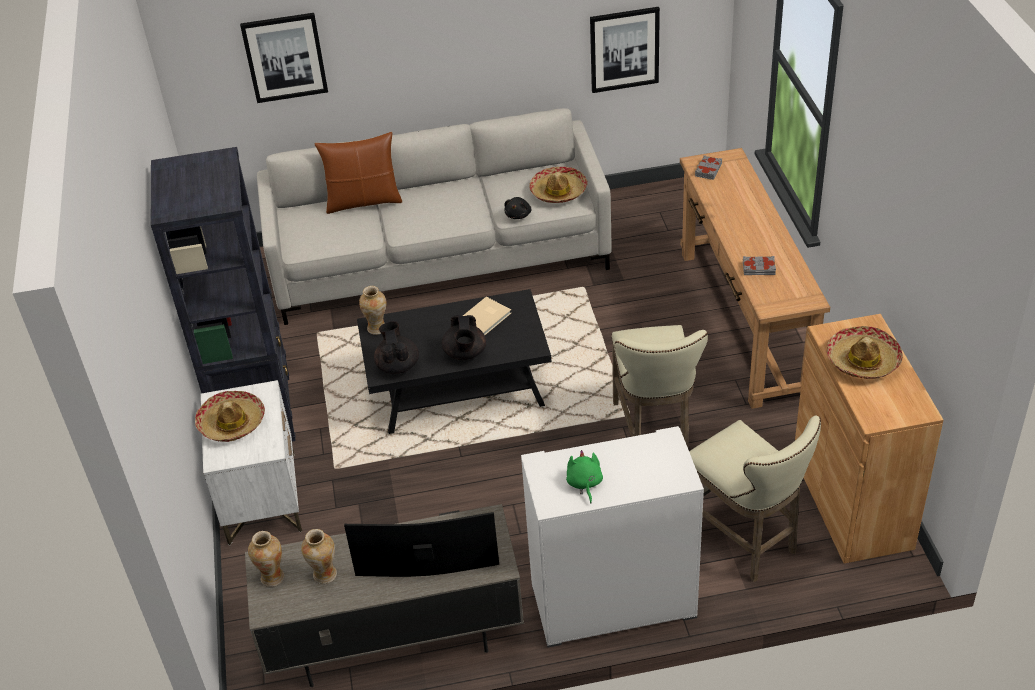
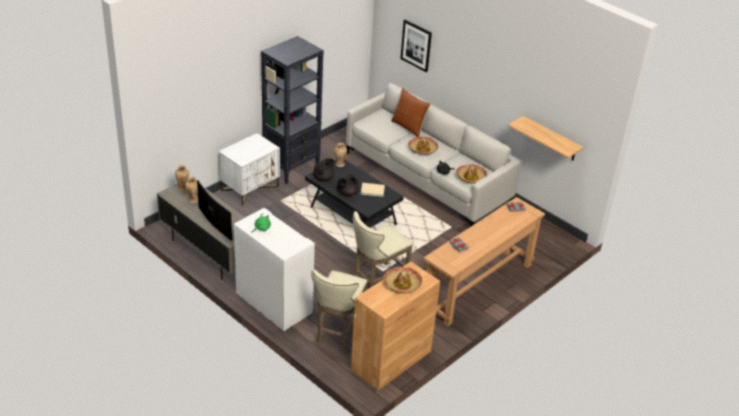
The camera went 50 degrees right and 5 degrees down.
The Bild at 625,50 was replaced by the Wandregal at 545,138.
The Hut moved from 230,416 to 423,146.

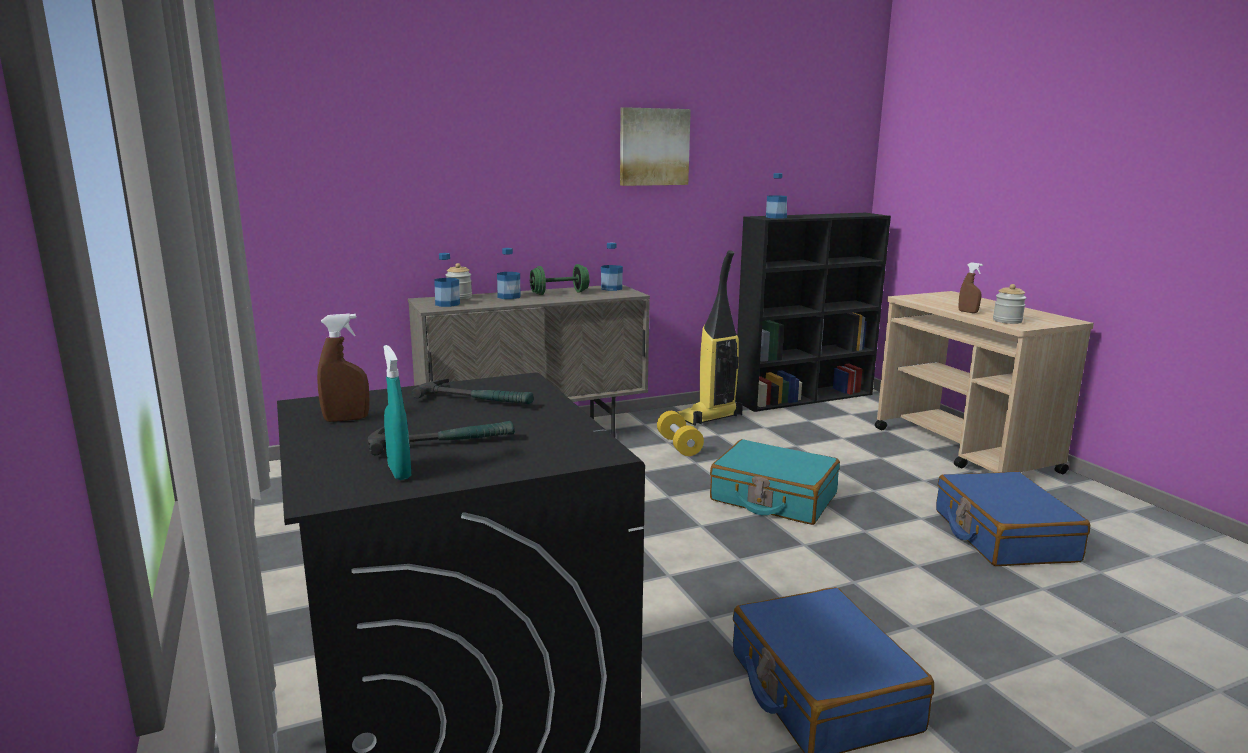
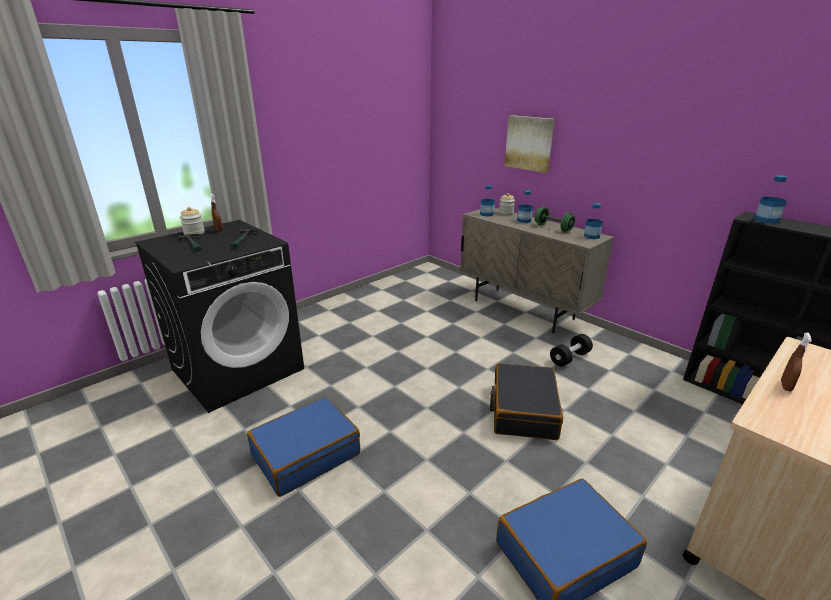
The camera went 70 degrees right and 10 degrees up.
The Bild moved from 655,146 to 530,144.
The Staubsauger at 710,338 disappeared.
The Vorratsglas moved from 1009,304 to 192,221.
The Sprühflasche [türkis] at 397,412 disappeared.
The Hantel [gelb] at 680,433 became the Hantel [schwarz] at 571,350.
The Koffer [türkis] at 775,482 became the Koffer [schwarz] at 526,401.

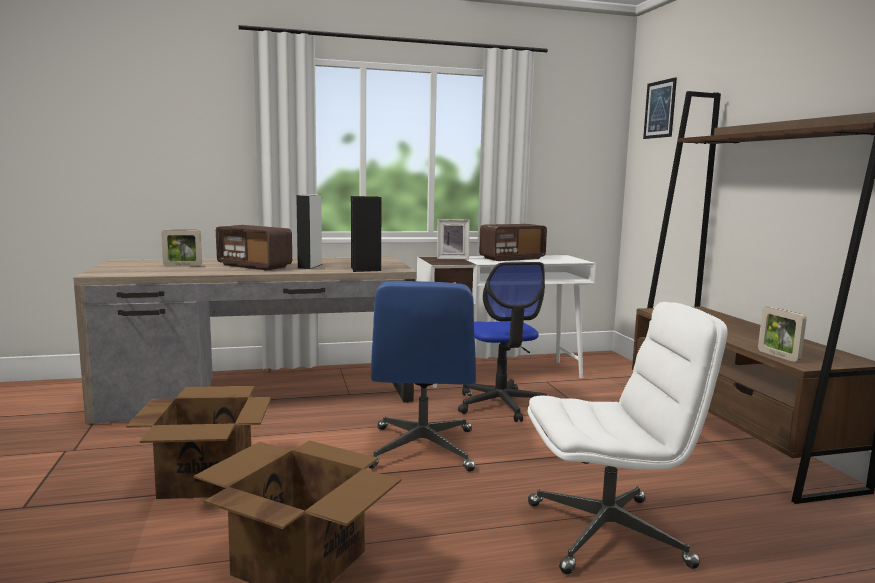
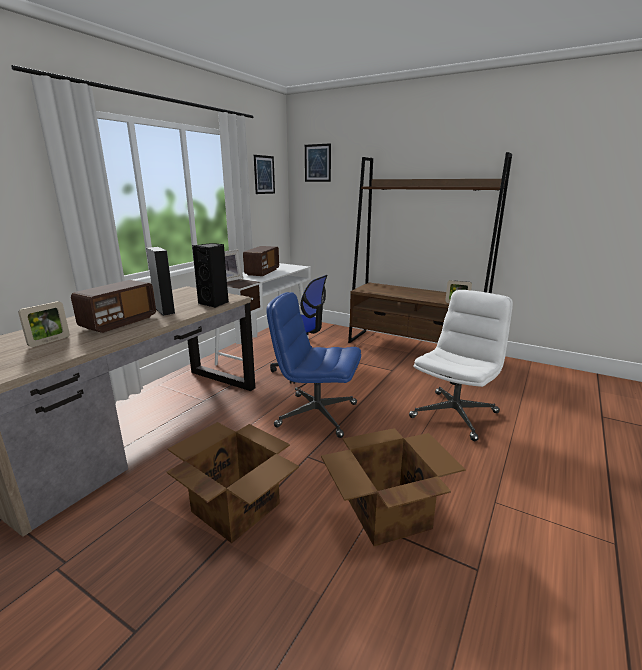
The camera went 45 degrees left and 10 degrees up.
The Radio at 254,247 turned 45 degrees counterclockwise.
The Bürostuhl [blau] at 422,376 turned 150 degrees clockwise.
The Bild at 264,174 appeared.

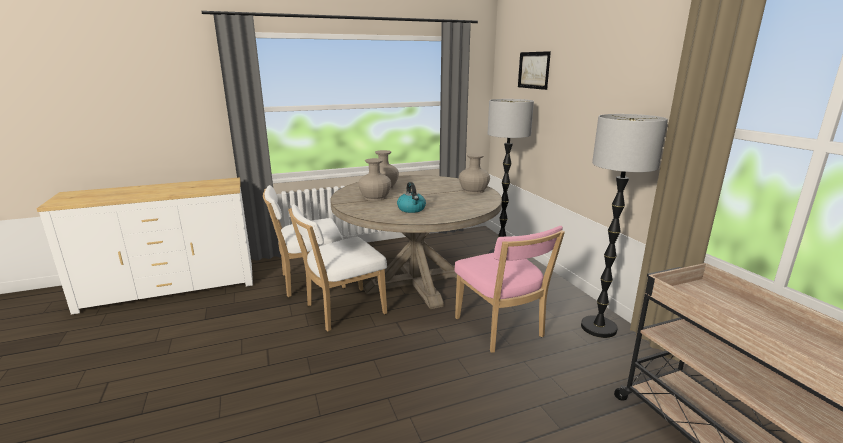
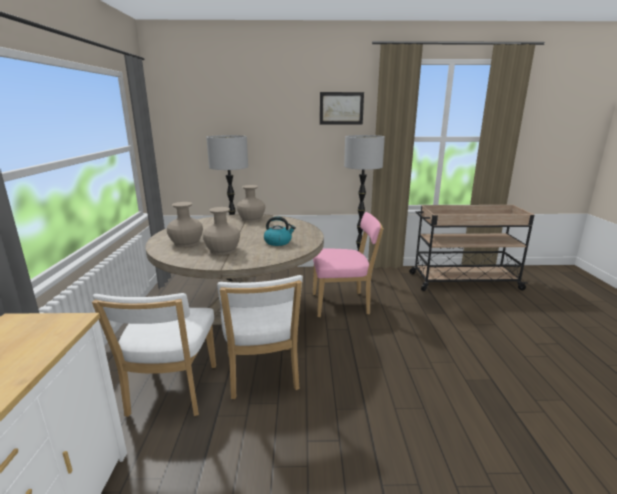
The camera went 70 degrees left and 0 degrees up.
The Bild moved from 534,70 to 342,108.

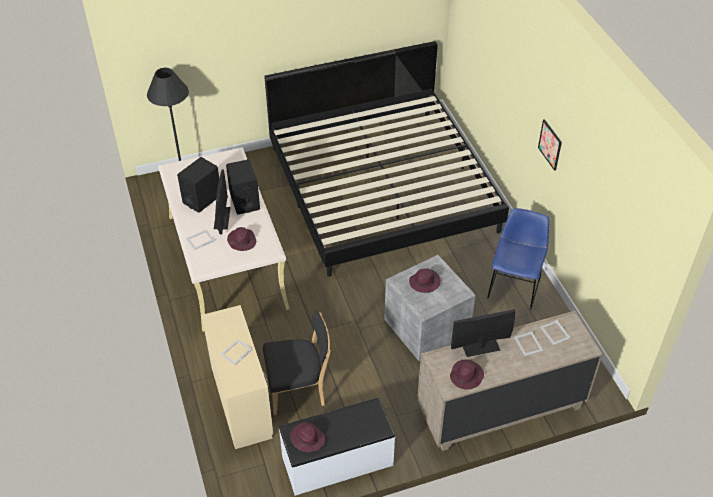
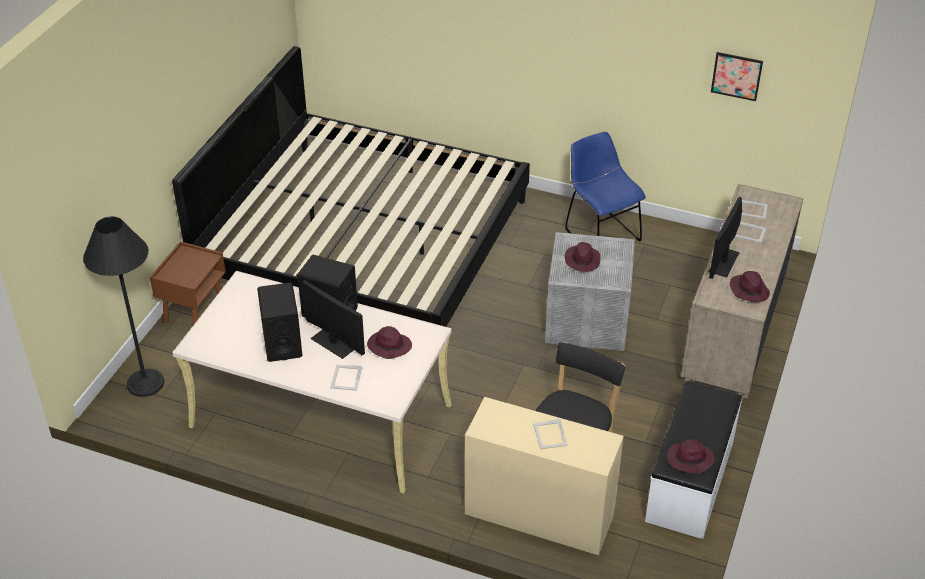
The camera went 50 degrees left and 5 degrees down.
The Bild moved from 550,145 to 737,76.
The Nachttisch [braun] at 188,283 appeared.

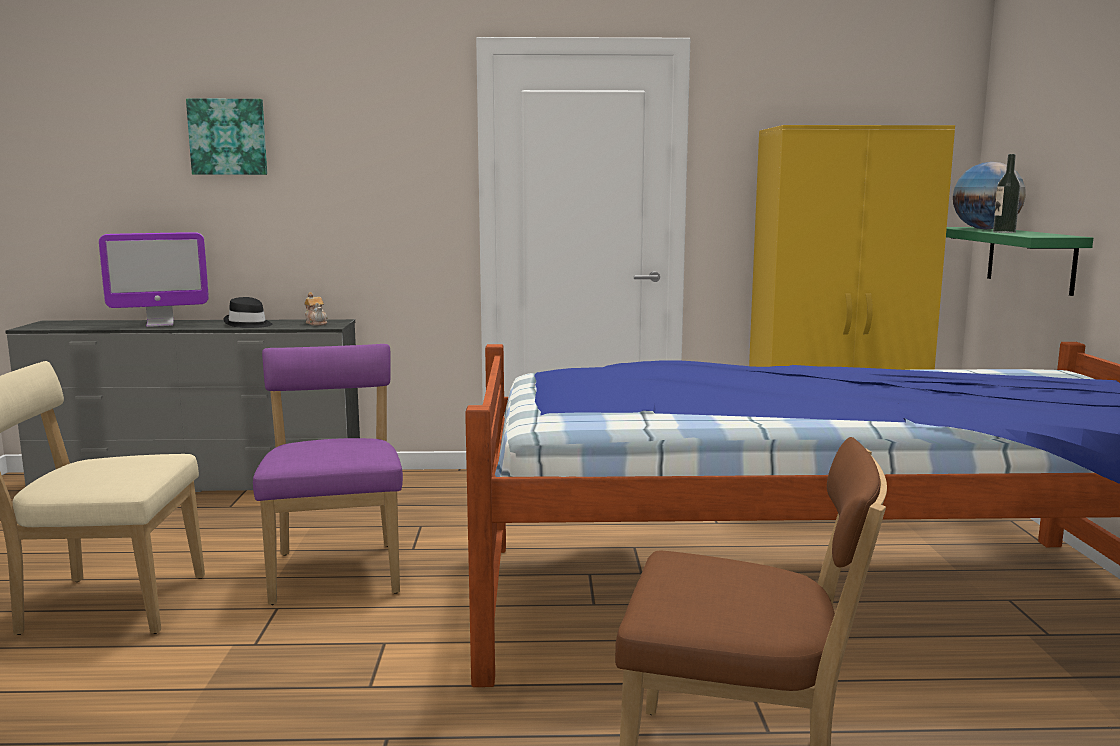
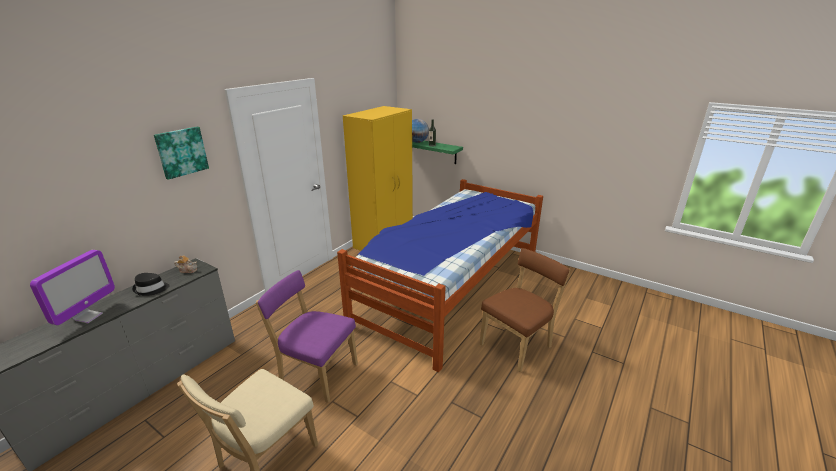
The camera went 55 degrees left and 15 degrees up.
The Bild moved from 226,137 to 181,153.

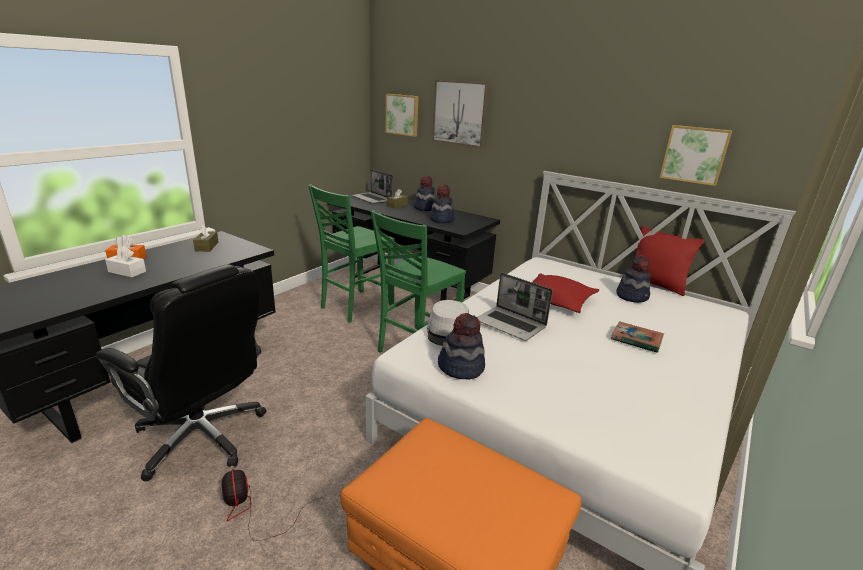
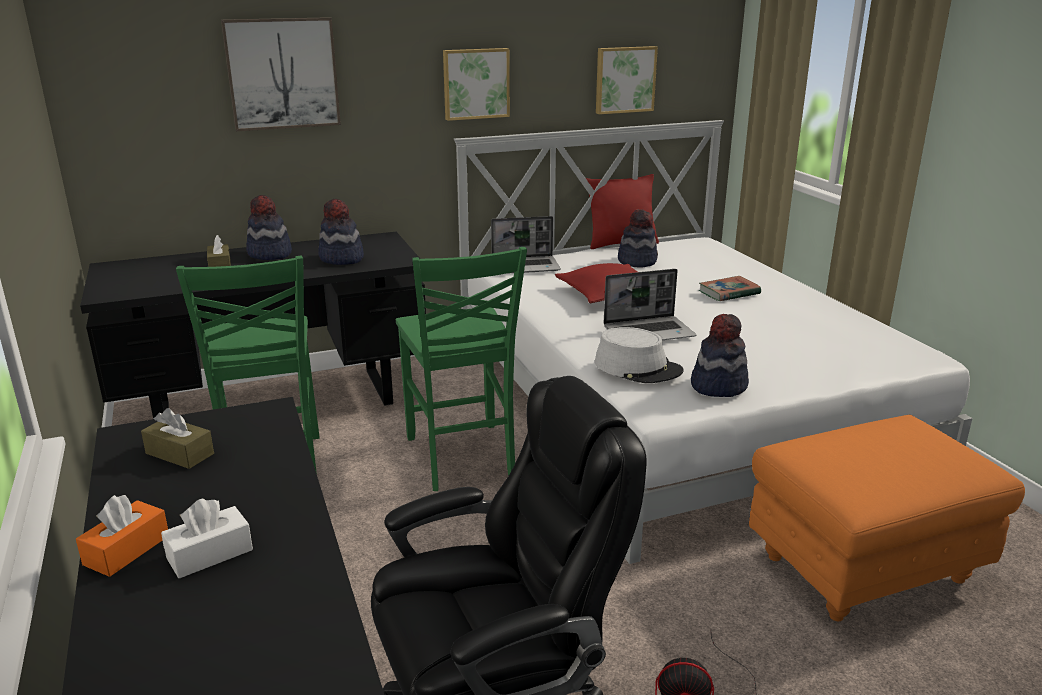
The camera went 55 degrees left and 0 degrees up.
The Bild moved from 402,115 to 476,84.
The Laptop moved from 372,186 to 526,245.

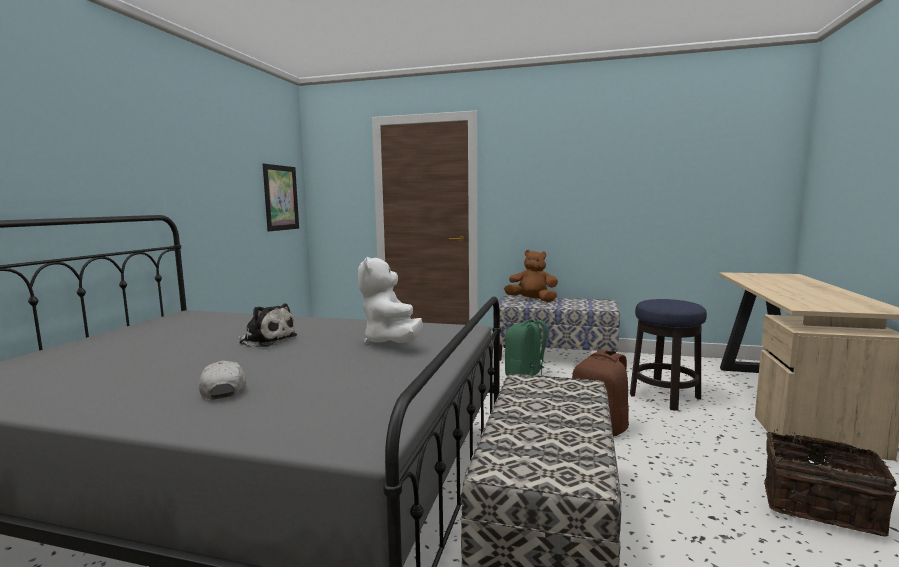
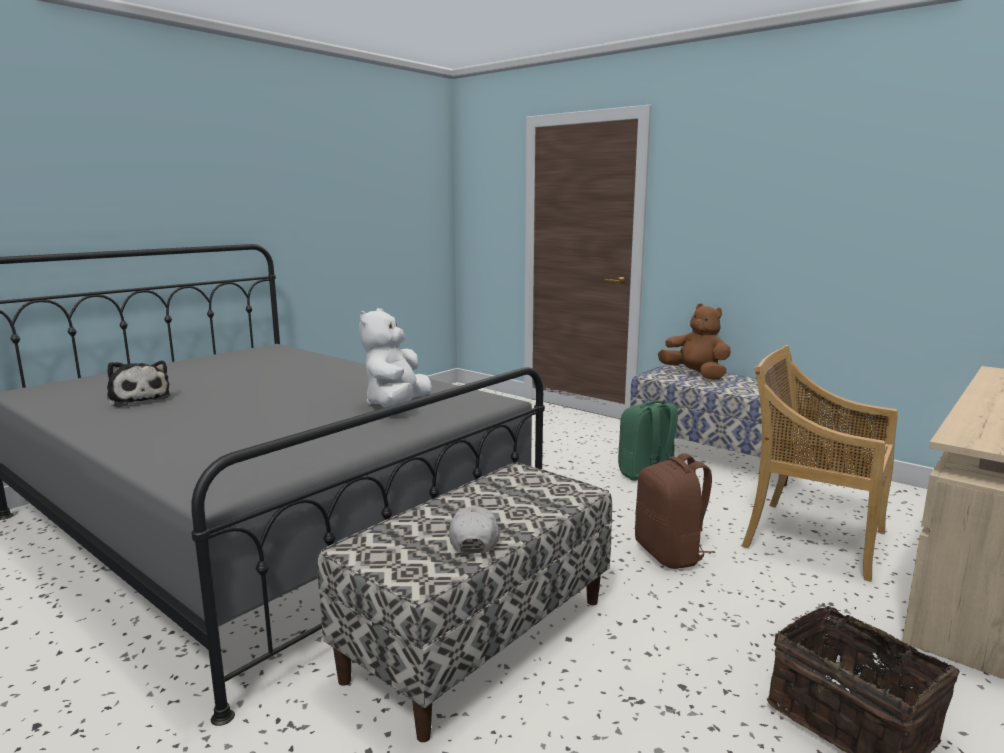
The camera went 25 degrees right and 5 degrees up.
The Bild at 281,198 disappeared.
The Hocker at 668,355 was replaced by the Stuhl [beige] at 820,463.
The Plüschtier moved from 266,325 to 139,383.
The Kappe [weiß] moved from 223,380 to 474,530.

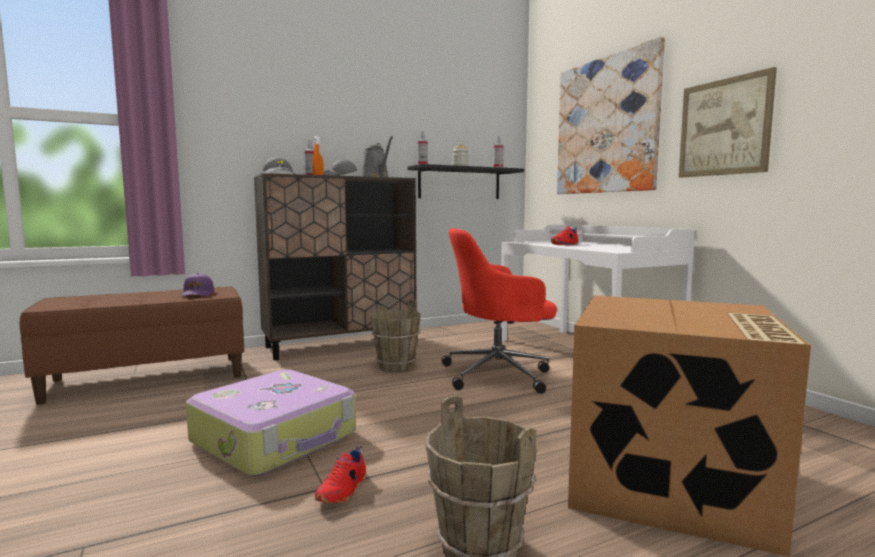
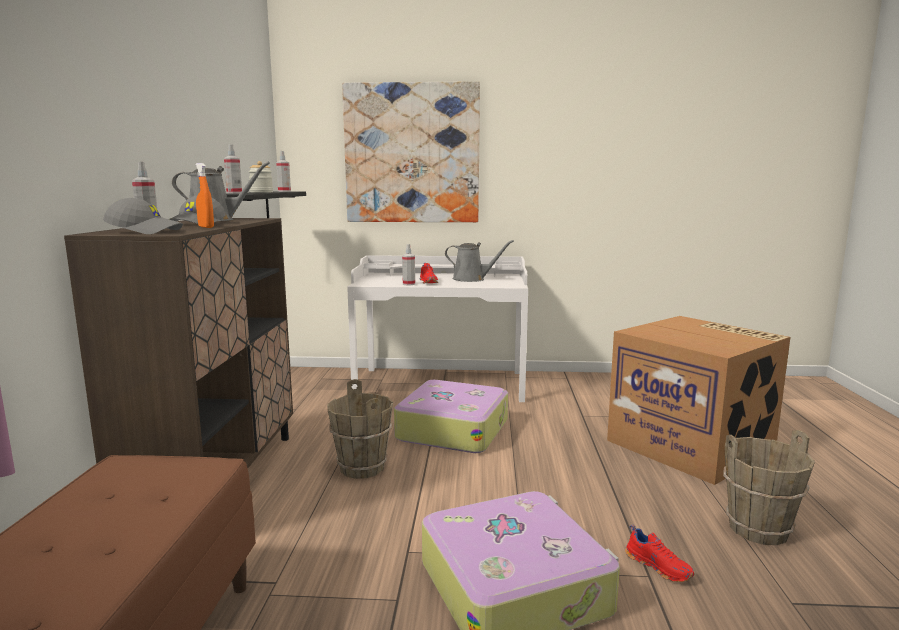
The camera went 60 degrees left and 5 degrees up.
The Bild at 728,122 disappeared.
The Bürostuhl [rot] at 499,311 was replaced by the Koffer at 451,416.
The Kappe [lila] at 197,285 disappeared.
The Gießkanne [grau] at 479,261 appeared.
The Sprühflasche at 408,264 appeared.

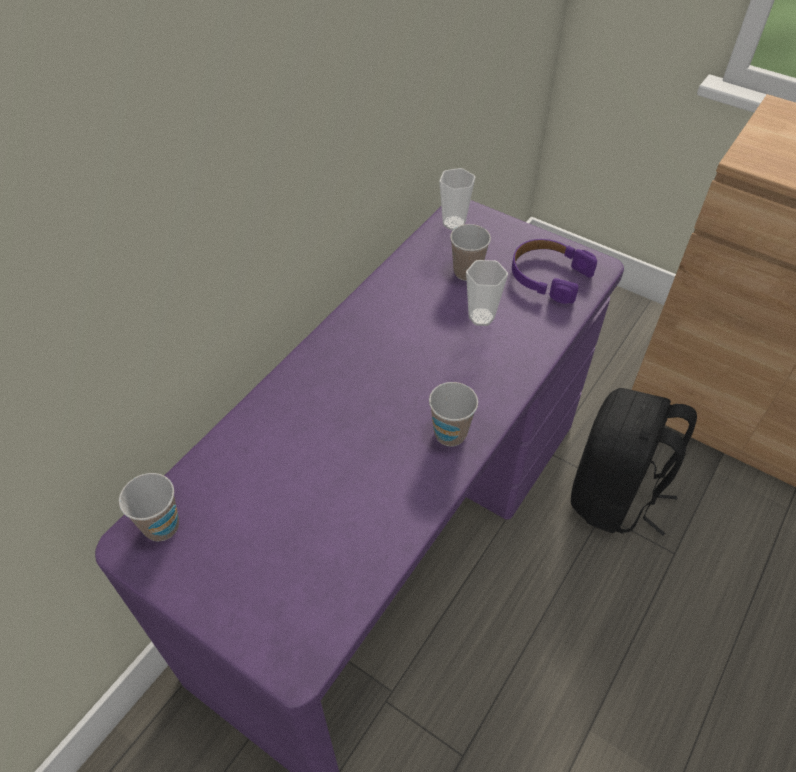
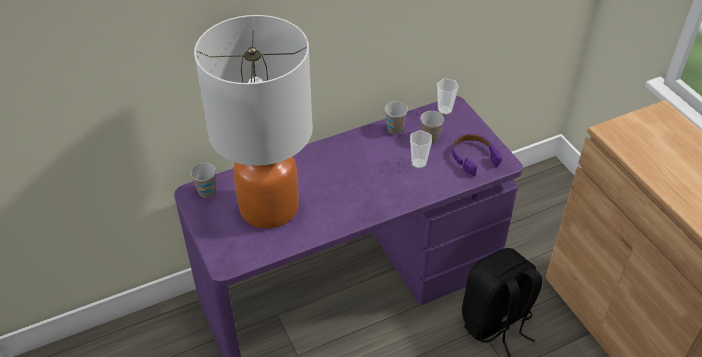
The camera went 30 degrees right and 5 degrees down.
The Tasse moved from 453,414 to 396,117.
The Tischlampe at 253,121 appeared.

